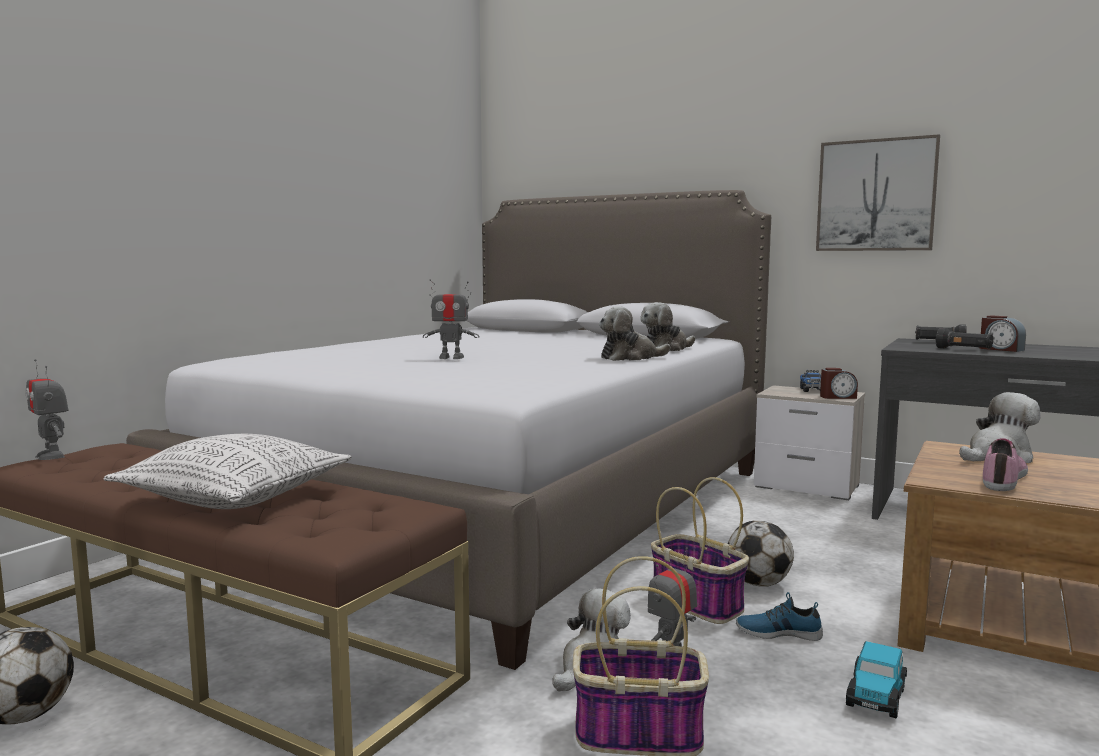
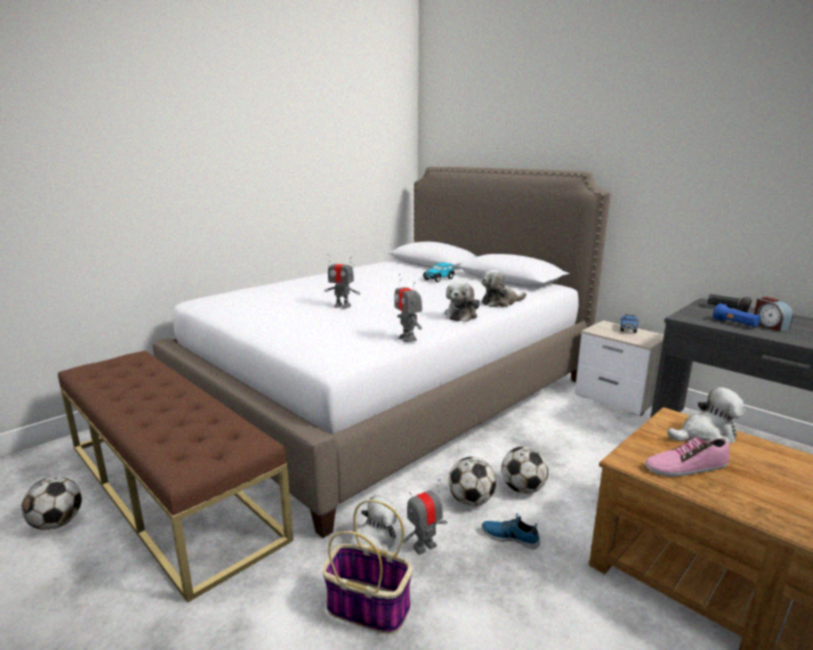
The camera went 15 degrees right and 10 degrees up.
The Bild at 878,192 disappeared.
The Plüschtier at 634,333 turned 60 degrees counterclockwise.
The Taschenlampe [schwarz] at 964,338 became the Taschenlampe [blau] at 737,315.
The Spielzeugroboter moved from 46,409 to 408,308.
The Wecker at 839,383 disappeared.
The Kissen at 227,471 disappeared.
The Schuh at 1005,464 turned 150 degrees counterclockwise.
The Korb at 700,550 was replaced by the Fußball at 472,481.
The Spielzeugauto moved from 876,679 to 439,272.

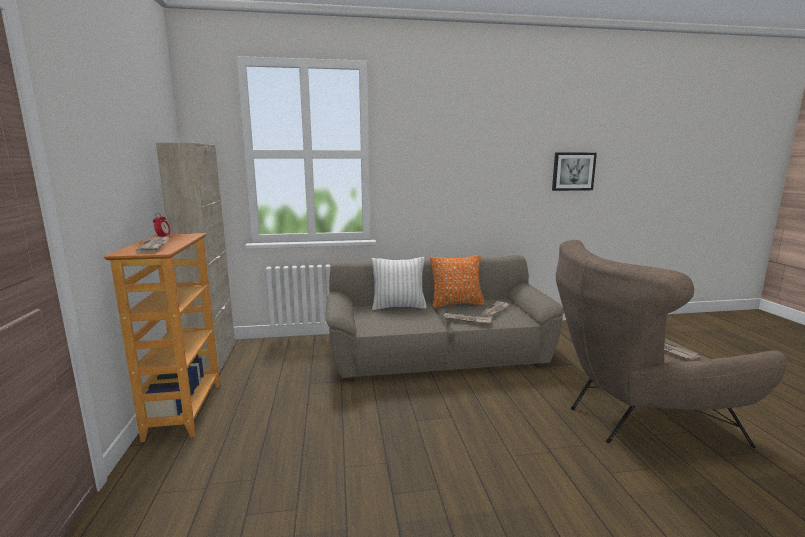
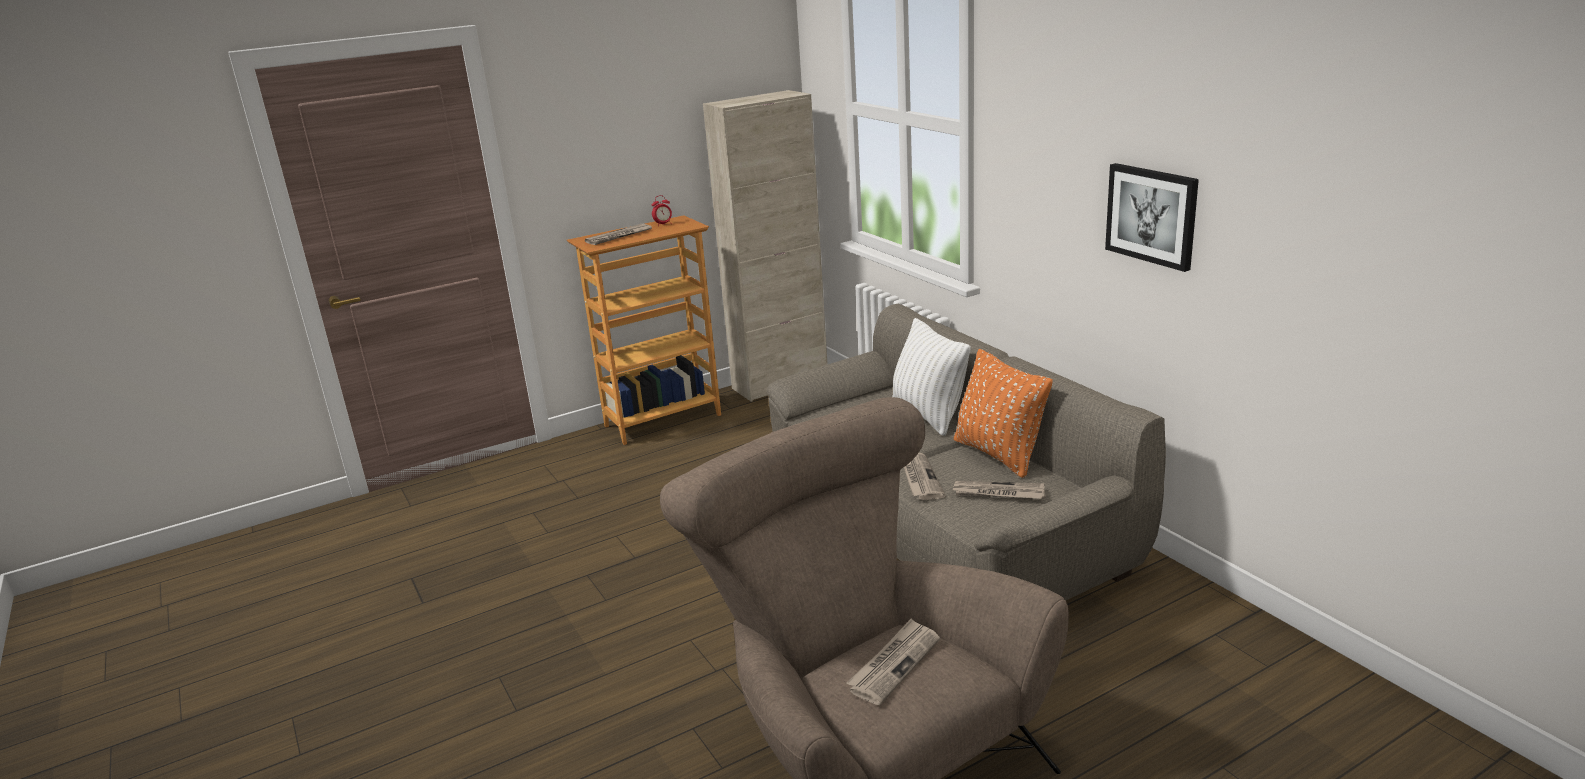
The camera went 70 degrees right and 10 degrees up.
The Bild moved from 574,172 to 1152,217.

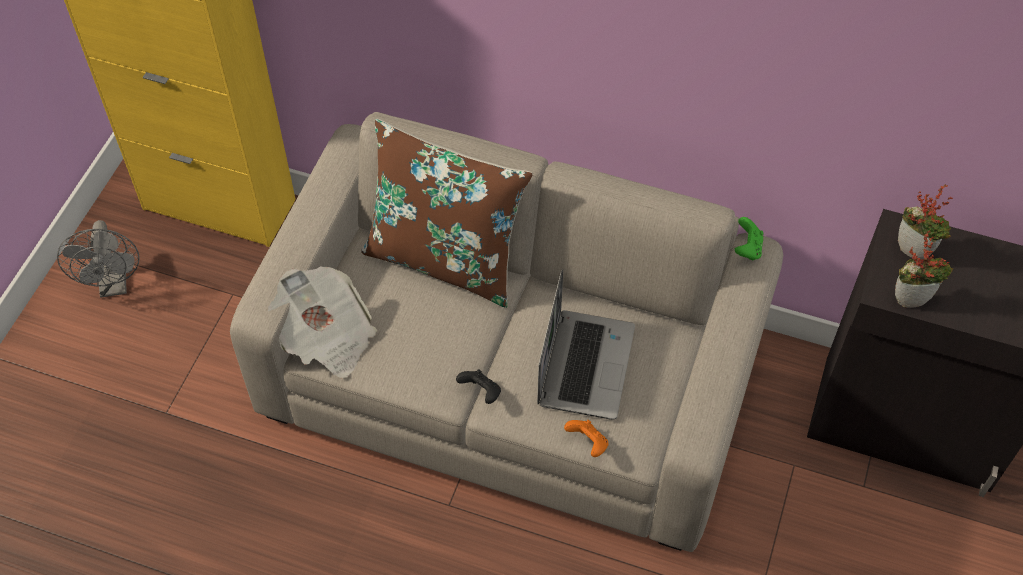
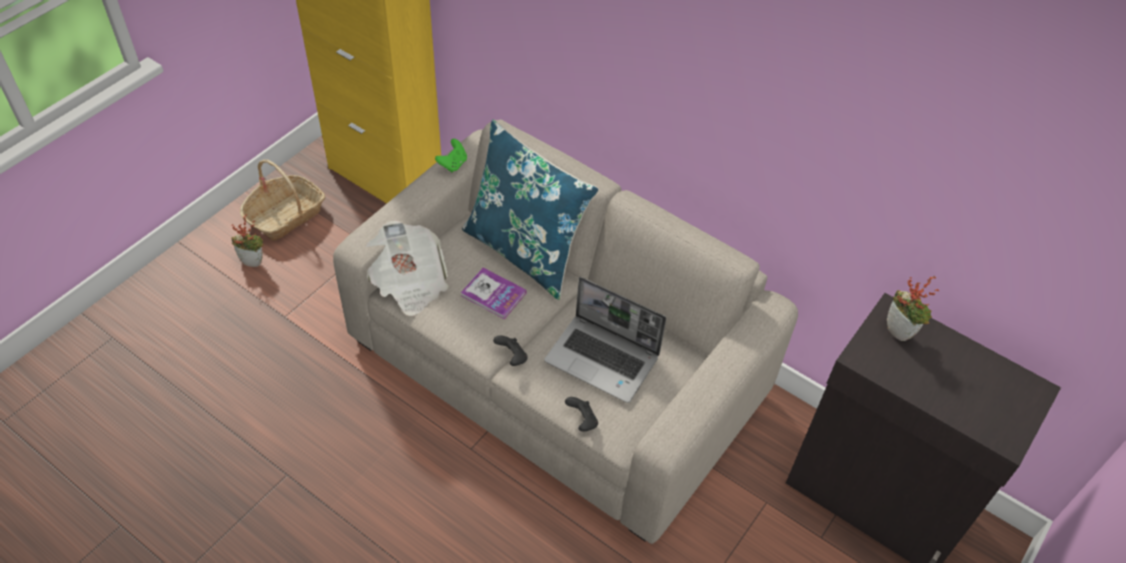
The camera went 15 degrees right and 5 degrees down.
The Kissen [braun] at 447,213 became the Kissen [blau] at 530,209.
The Gamepad [grün] moved from 749,239 to 451,155.
The Ventilator [grau] at 98,259 was replaced by the Korb at 282,200.
The Topfpflanze moved from 924,269 to 248,240.
The Laptop at 586,344 turned 90 degrees clockwise.
The Gamepad [orange] at 586,438 became the Gamepad [schwarz] at 581,414.
The Buch at 494,293 appeared.

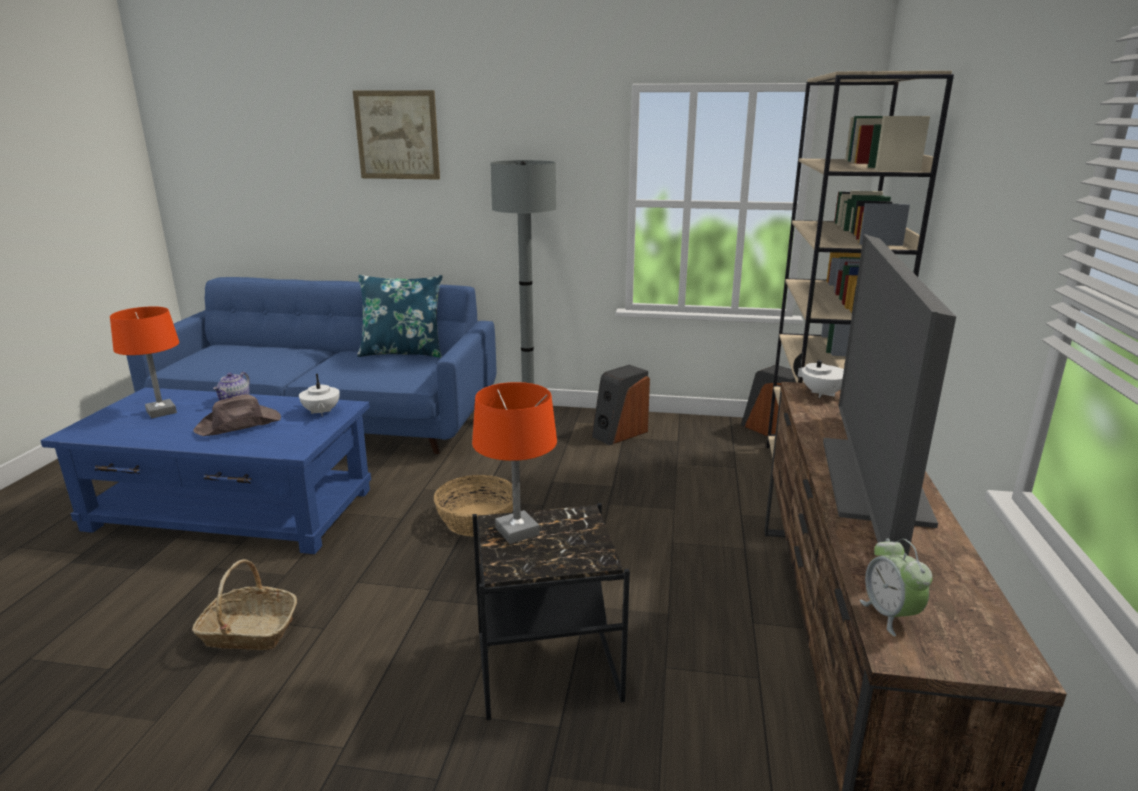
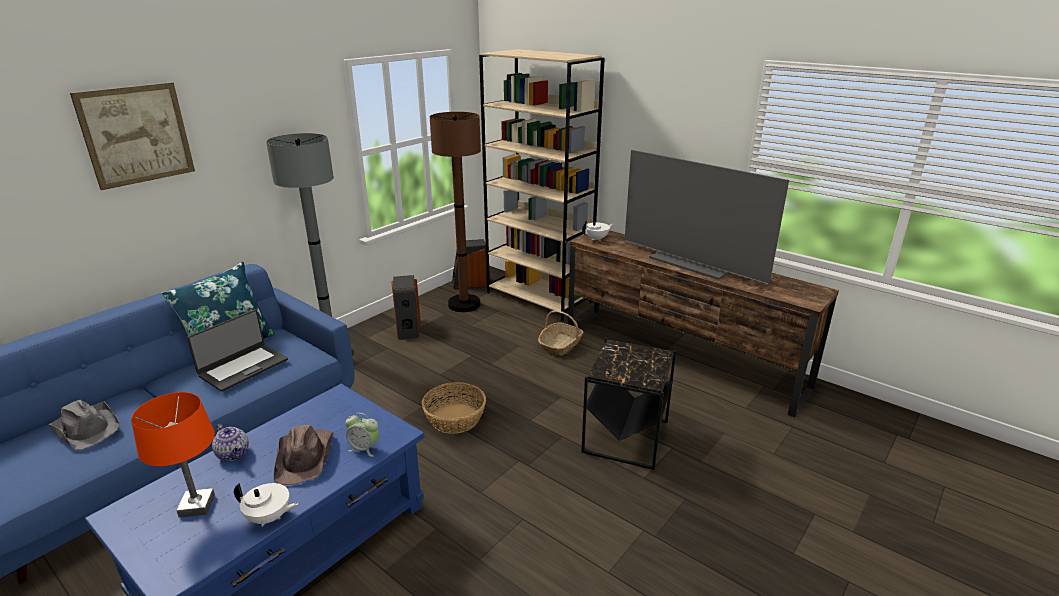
The camera went 60 degrees left and 5 degrees up.
The Teekanne [weiß] moved from 319,395 to 266,505.
The Tischlampe [orange] at 514,463 disappeared.
The Wecker moved from 896,588 to 362,435.
The Korb moved from 244,604 to 560,332.
The Stehlampe [braun] at 455,212 appeared.
The Laptop at 237,350 appeared.
The Hut [grau] at 84,425 appeared.

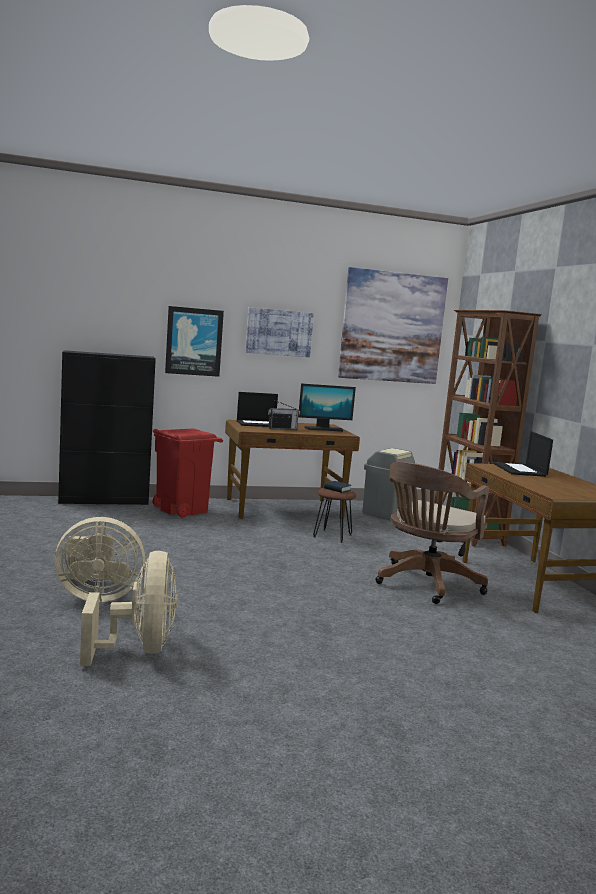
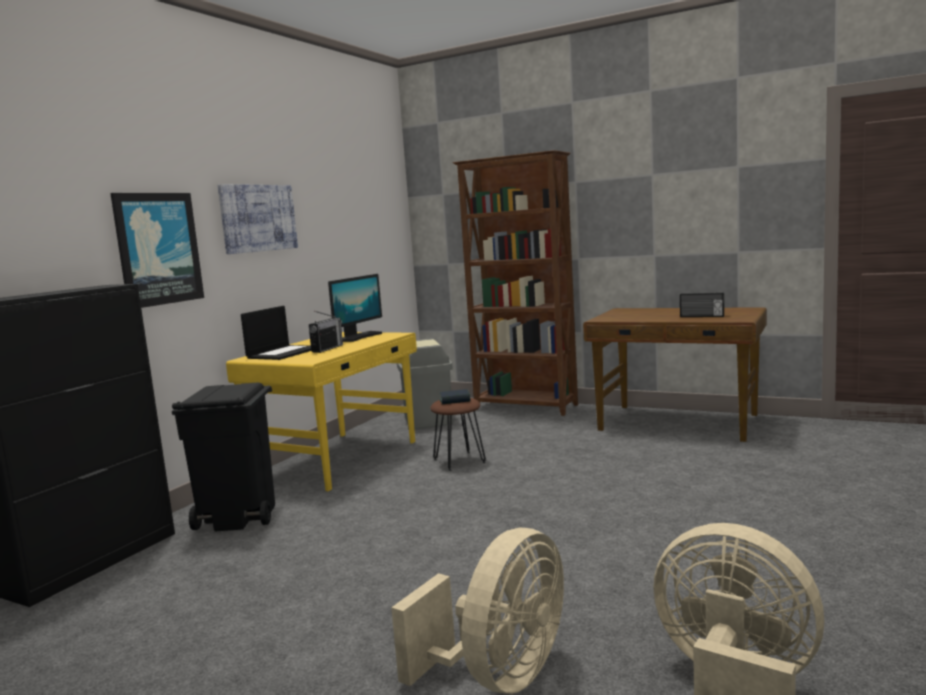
The camera went 45 degrees left and 0 degrees up.
The Bild at 393,325 disappeared.
The Schreibtisch [braun] at 292,469 became the Schreibtisch [gelb] at 321,411.
The Mülleimer [rot] at 188,473 became the Mülleimer [schwarz] at 223,457.
The Laptop at 523,454 disappeared.
The Bürostuhl [braun] at 432,533 disappeared.
The Radio at 702,304 appeared.

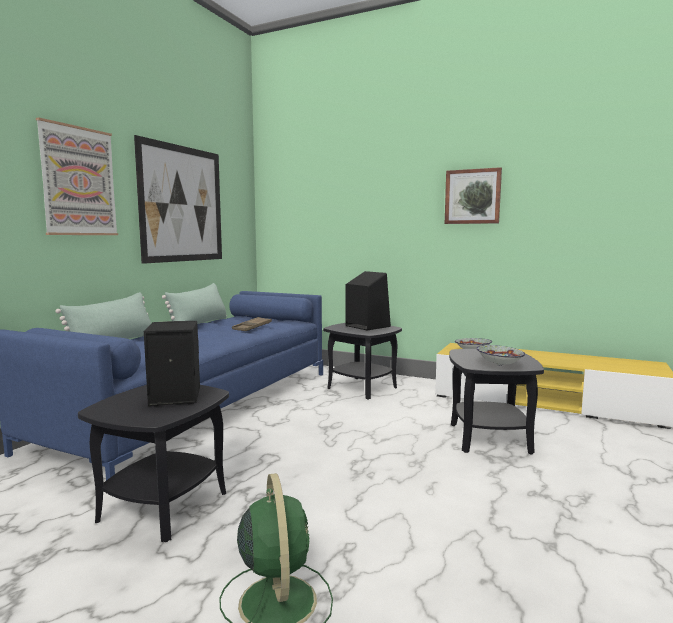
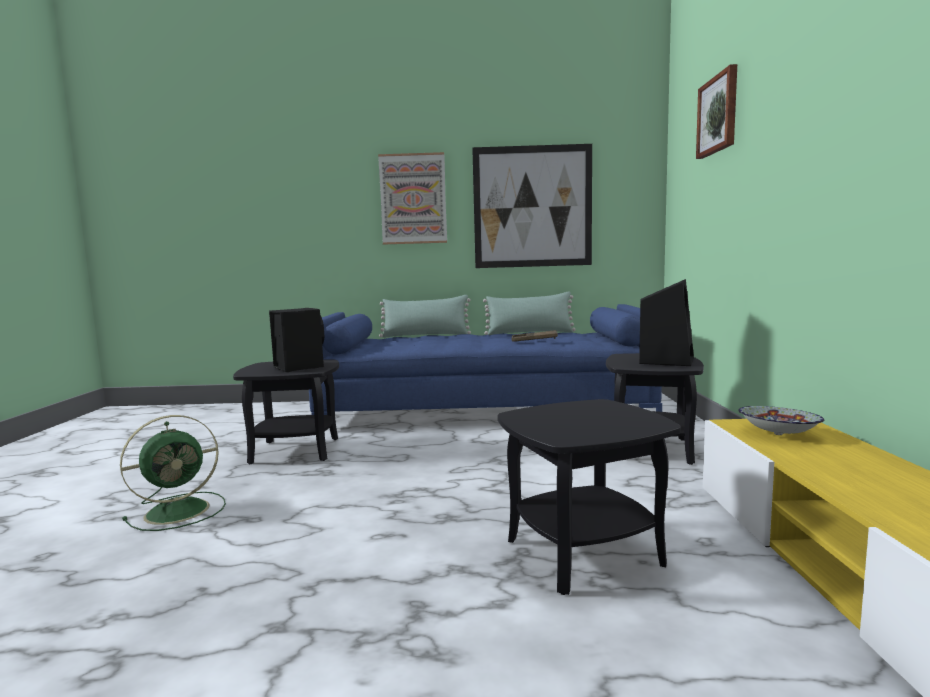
The camera went 65 degrees right and 0 degrees up.
The Bild moved from 473,195 to 716,111.
The Schüssel at 501,355 disappeared.

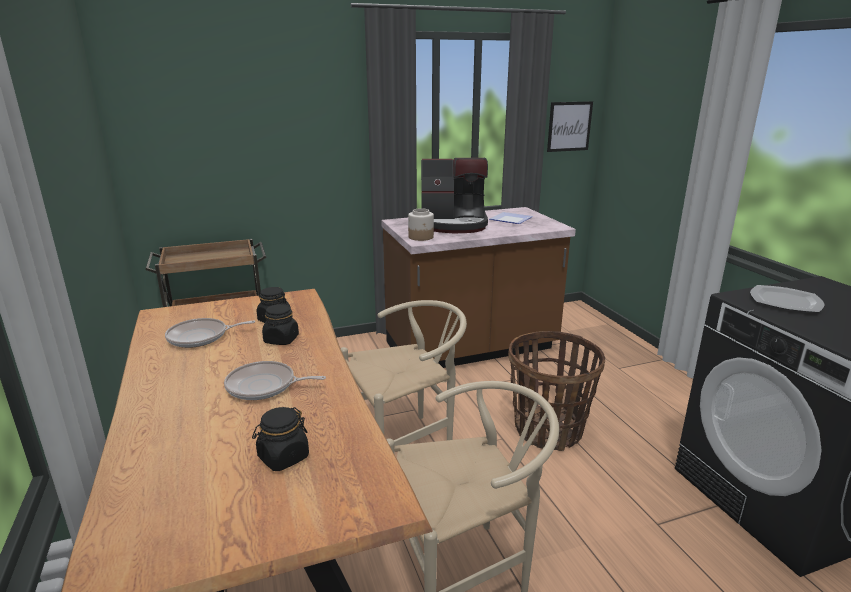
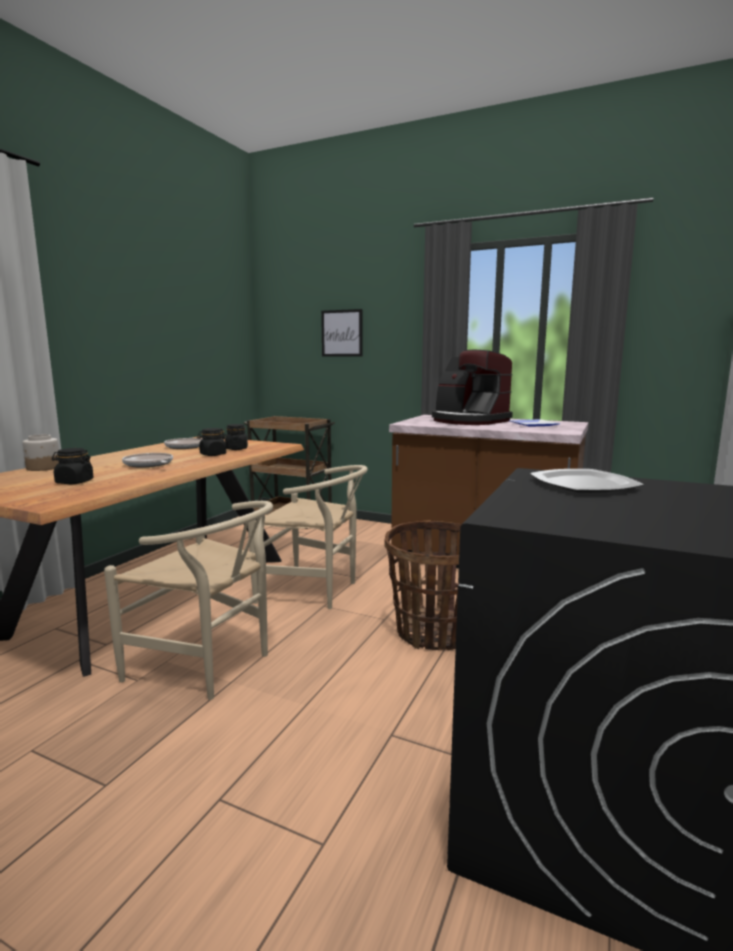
The camera went 45 degrees right and 10 degrees down.
The Bild moved from 570,126 to 341,333.
The Vorratsglas moved from 421,224 to 40,452.

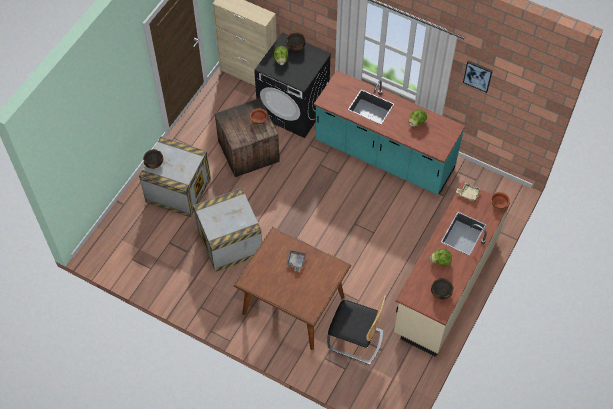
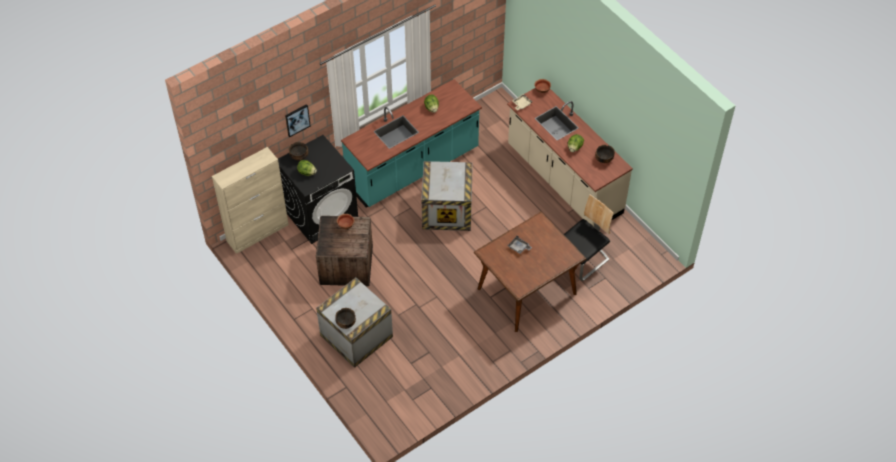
The camera went 65 degrees left and 5 degrees down.
The Bild moved from 478,76 to 298,120.
The Kiste moved from 227,230 to 447,196.

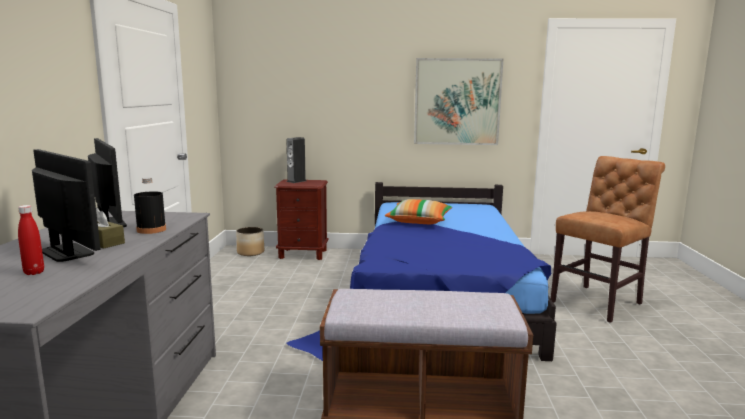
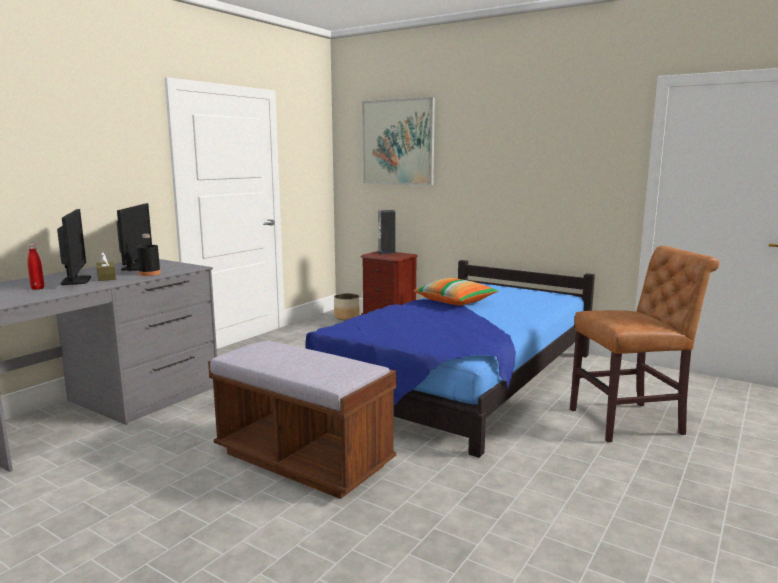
The camera went 30 degrees right and 0 degrees up.
The Bild moved from 458,101 to 398,141.

